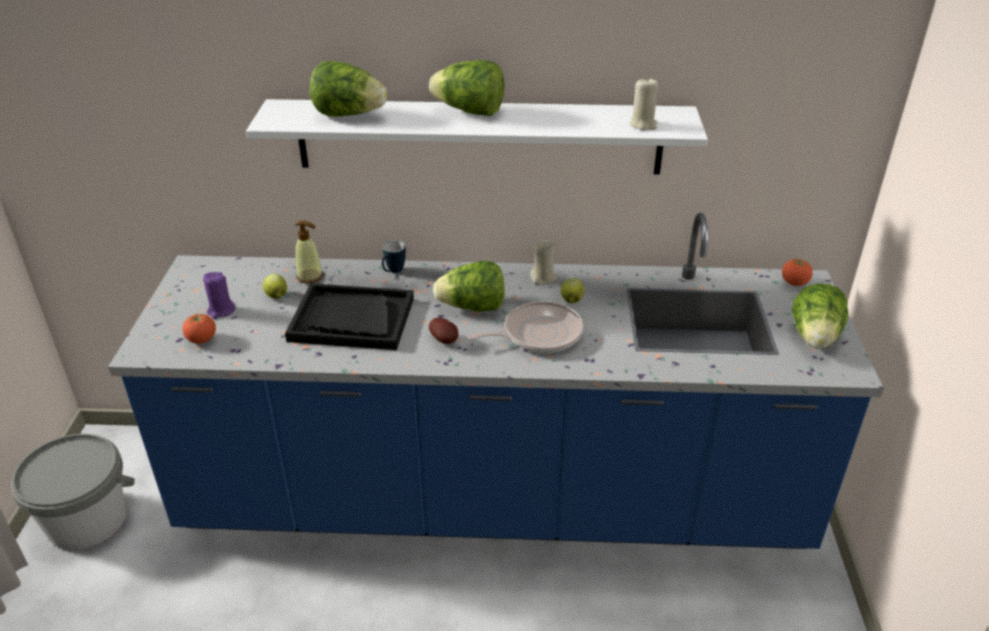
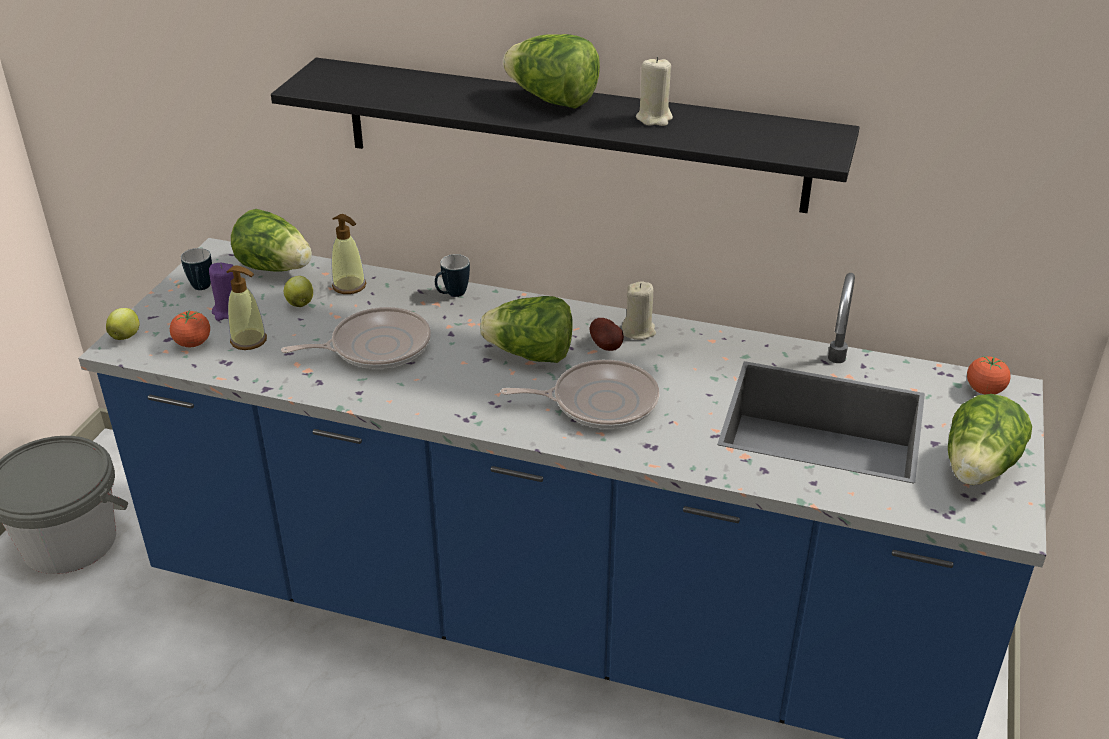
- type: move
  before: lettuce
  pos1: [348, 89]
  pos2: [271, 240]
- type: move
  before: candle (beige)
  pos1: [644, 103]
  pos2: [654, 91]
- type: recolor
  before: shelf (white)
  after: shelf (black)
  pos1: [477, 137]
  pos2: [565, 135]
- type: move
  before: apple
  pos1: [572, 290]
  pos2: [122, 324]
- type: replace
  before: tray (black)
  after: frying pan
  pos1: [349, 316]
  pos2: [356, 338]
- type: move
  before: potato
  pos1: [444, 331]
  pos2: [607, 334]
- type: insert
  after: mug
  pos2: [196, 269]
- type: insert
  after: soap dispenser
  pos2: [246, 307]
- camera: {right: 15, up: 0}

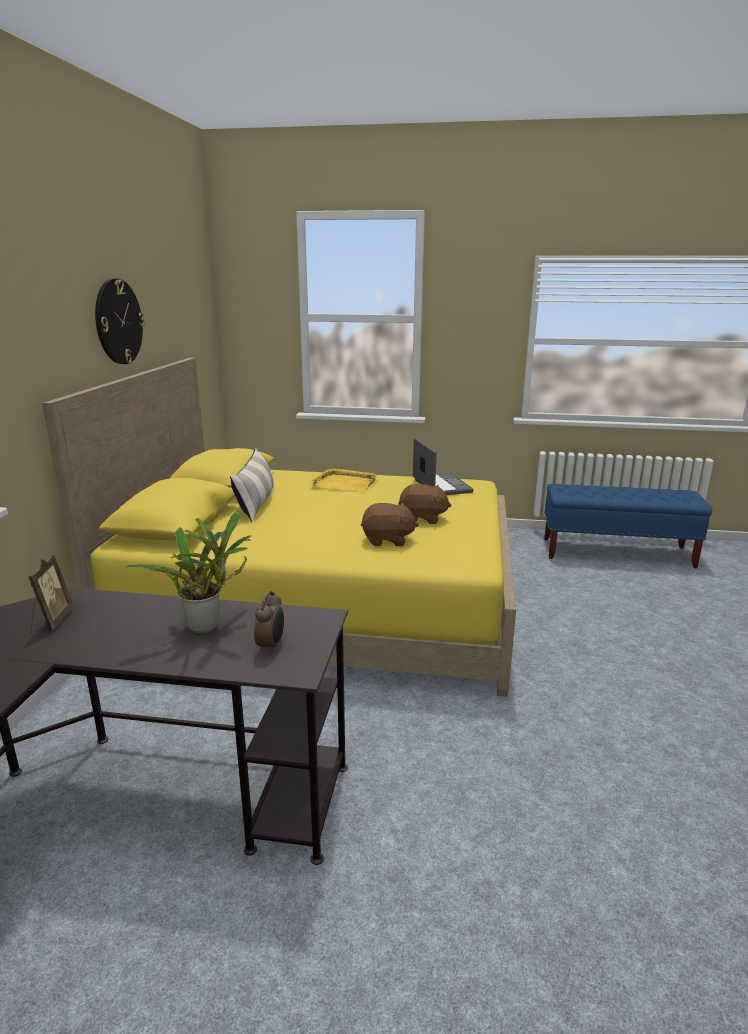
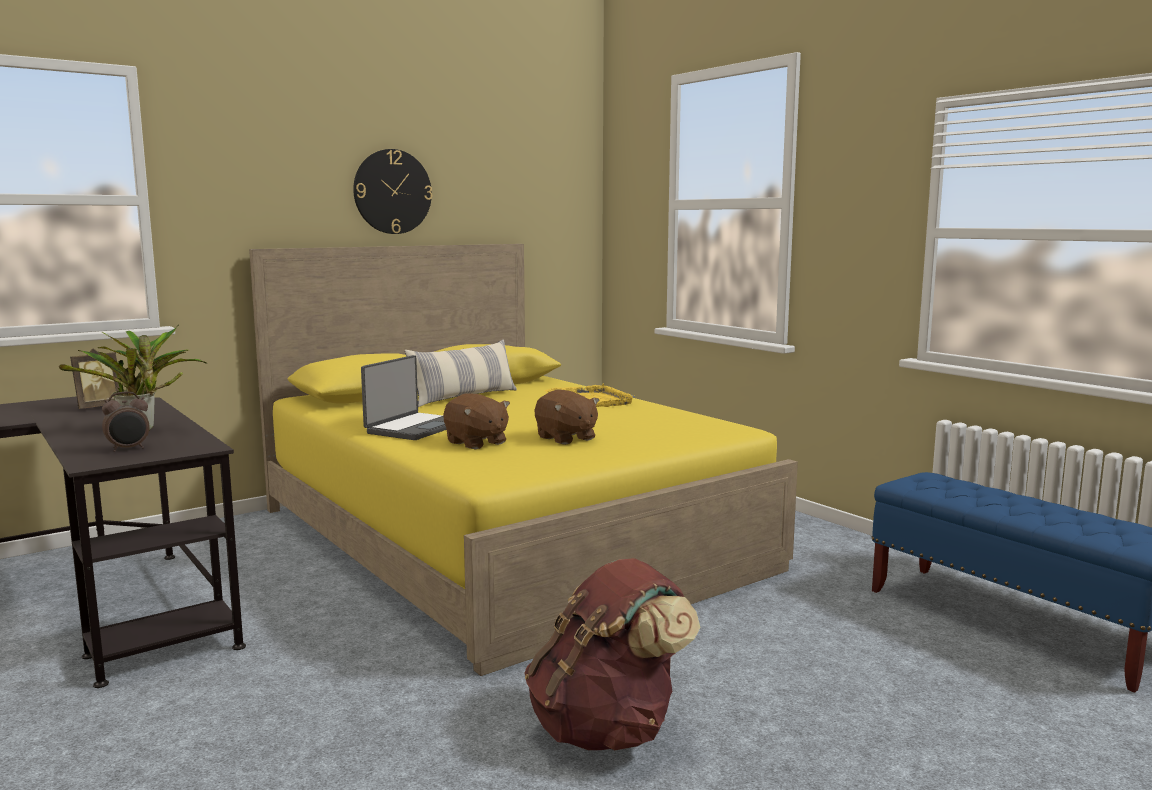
- type: move
  before: laptop
  pos1: [443, 466]
  pos2: [404, 397]
- type: insert
  after: backpack (brown)
  pos2: [612, 654]
- camera: {right: 45, up: -10}

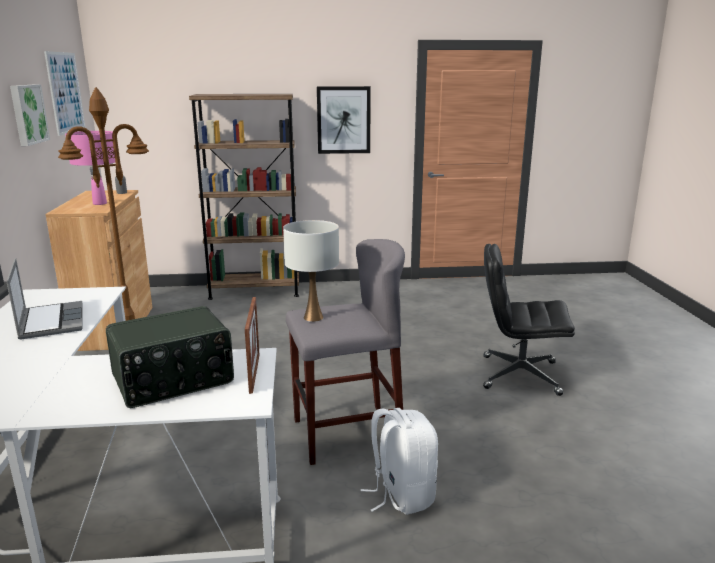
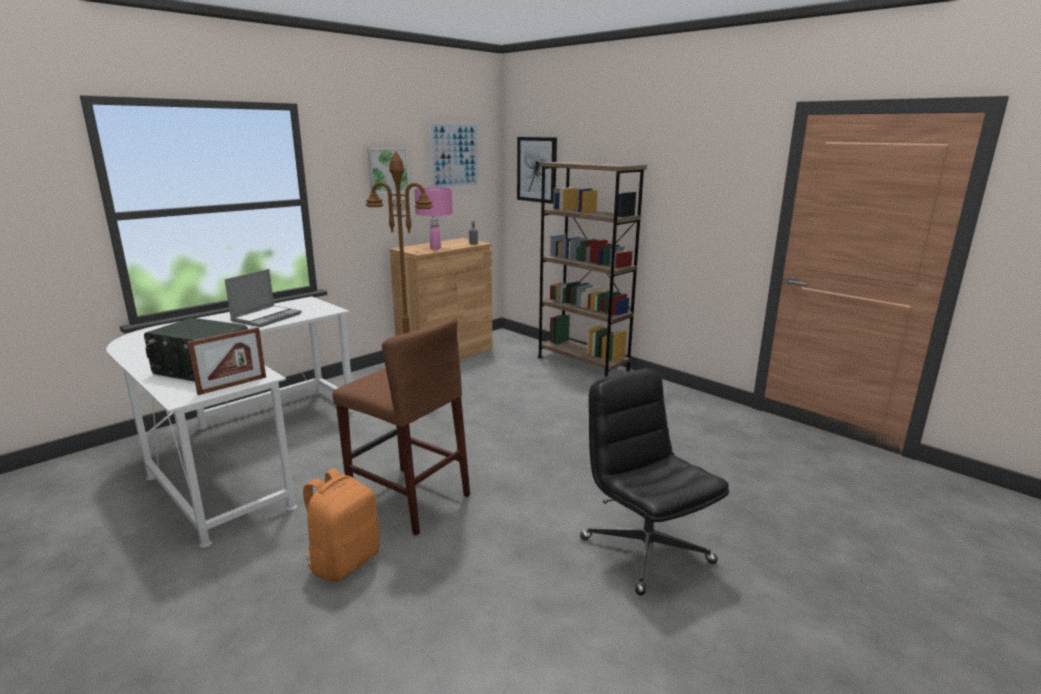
- type: move
  before: picture
  pos1: [344, 120]
  pos2: [537, 170]
- type: delete
  before: table lamp (white)
  pos1: [311, 271]
- type: recolor
  before: stool (grey)
  after: stool (brown)
  pos1: [345, 352]
  pos2: [401, 426]
- type: recolor
  before: backpack (white)
  after: backpack (orange)
  pos1: [399, 461]
  pos2: [341, 525]
- camera: {right: 50, up: 0}

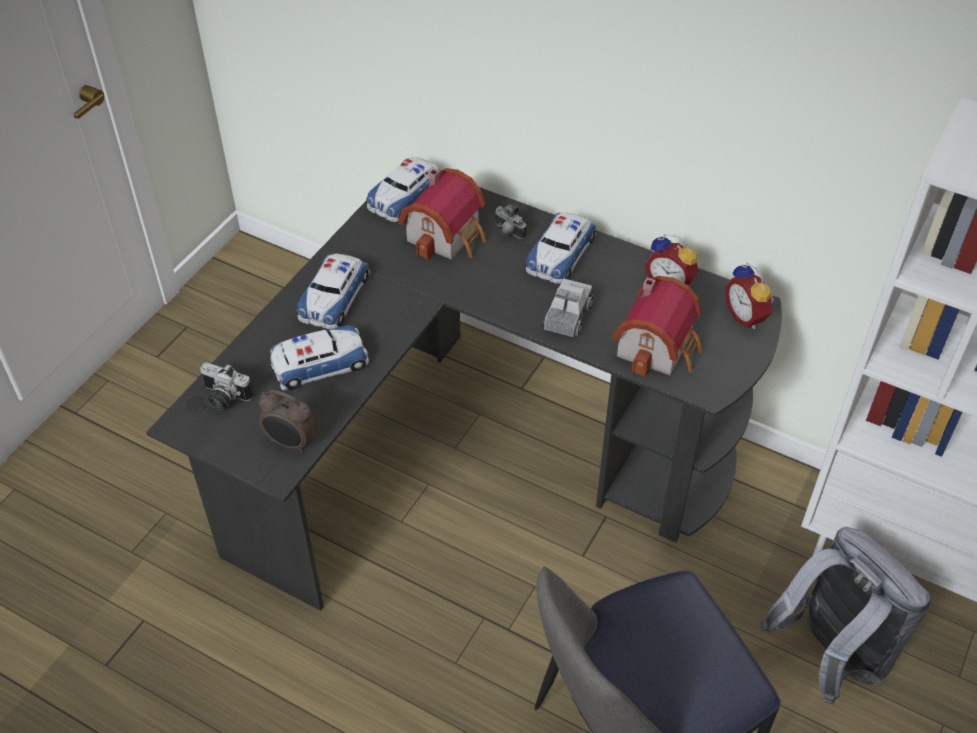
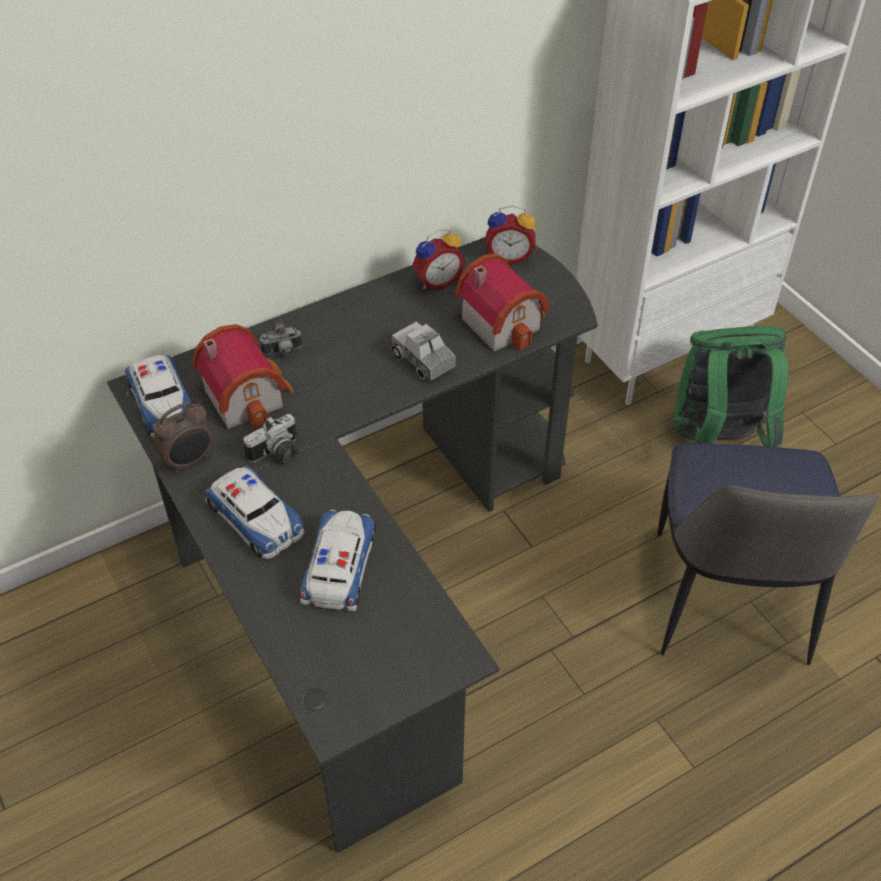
- type: delete
  before: toy car
  pos1: [561, 248]
- type: move
  before: photo camera
  pos1: [226, 386]
  pos2: [270, 438]
- type: move
  before: alarm clock
  pos1: [287, 421]
  pos2: [183, 437]
- type: recolor
  before: backpack (grey)
  after: backpack (green)
  pos1: [845, 616]
  pos2: [730, 387]
- camera: {right: -60, up: 0}

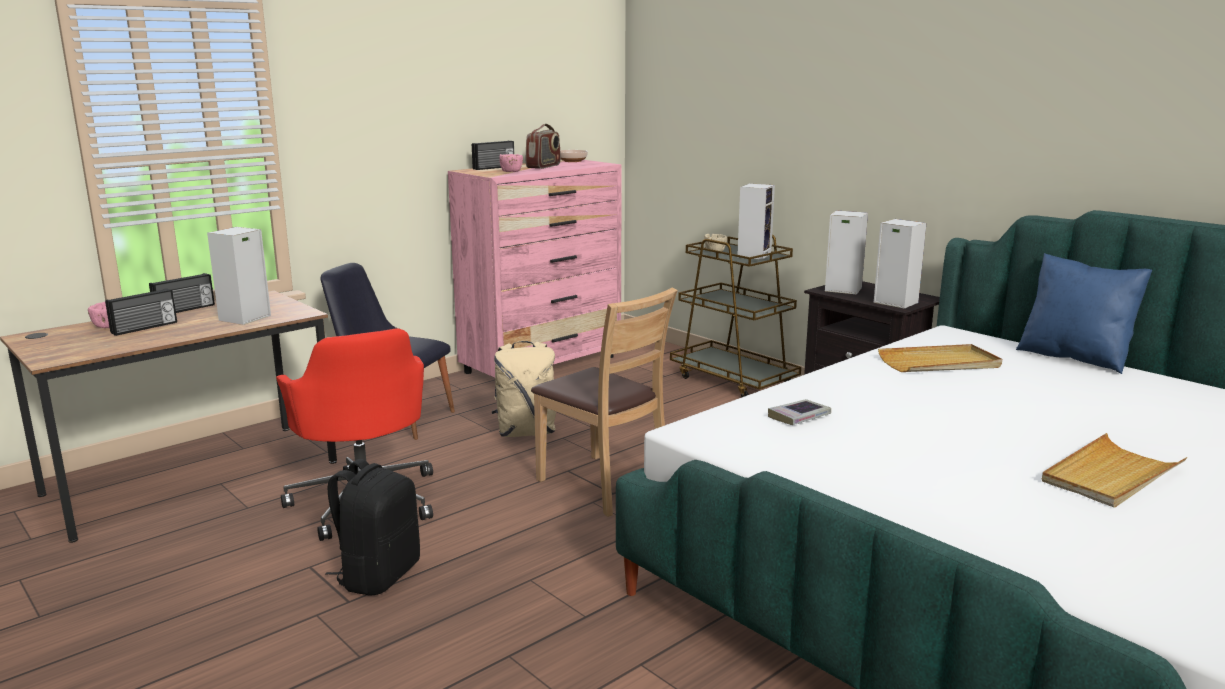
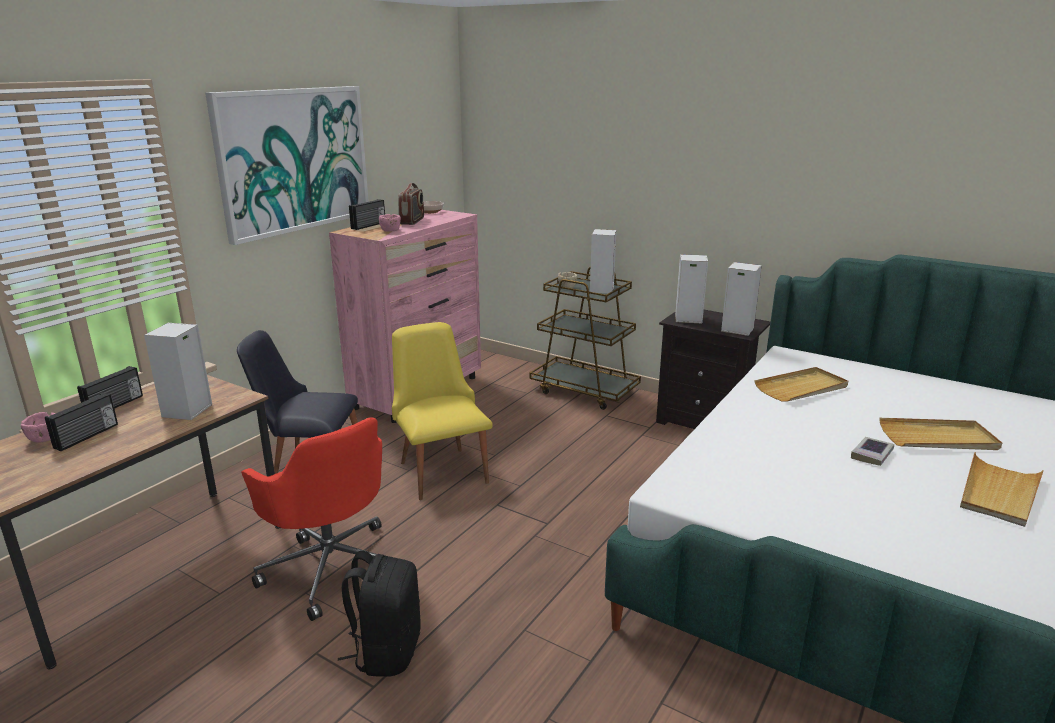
- type: delete
  before: pillow (blue)
  pos1: [1084, 313]
- type: delete
  before: chair (brown)
  pos1: [604, 402]
- type: replace
  before: backpack (beige)
  after: chair (yellow)
  pos1: [524, 389]
  pos2: [442, 411]
- type: move
  before: book
  pos1: [799, 412]
  pos2: [872, 451]
- type: insert
  after: picture
  pos2: [287, 165]
- type: insert
  after: tray (beige)
  pos2: [940, 434]
- camera: {right: -15, up: 5}

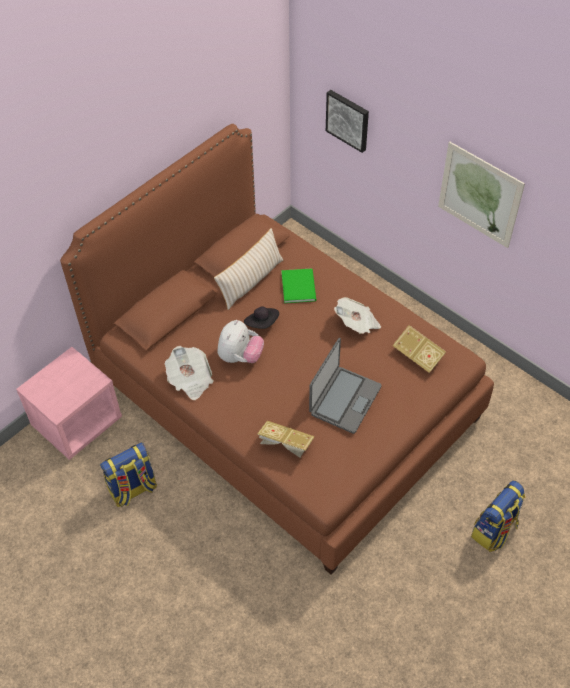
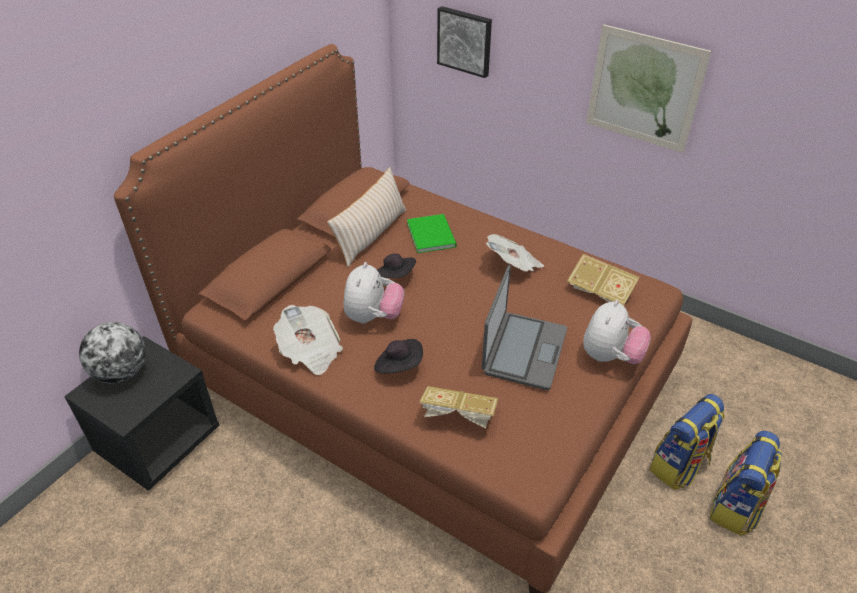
- type: recolor
  before: nightstand (pink)
  after: nightstand (black)
  pos1: [69, 403]
  pos2: [141, 413]
- type: move
  before: backpack
  pos1: [128, 474]
  pos2: [687, 442]
- type: insert
  after: plush toy
  pos2: [617, 331]
- type: insert
  after: globe
  pos2: [112, 352]
- type: insert
  after: hat (black)
  pos2: [398, 356]
- camera: {right: -10, up: -10}

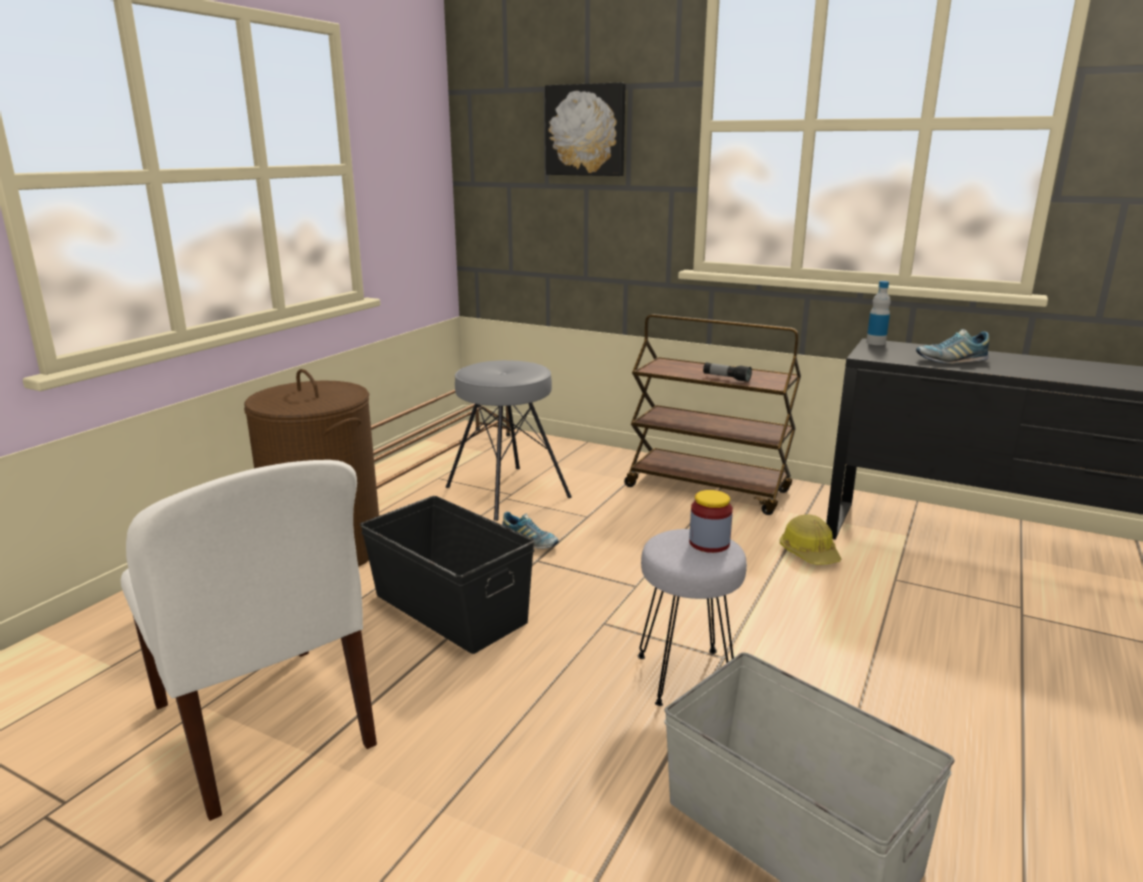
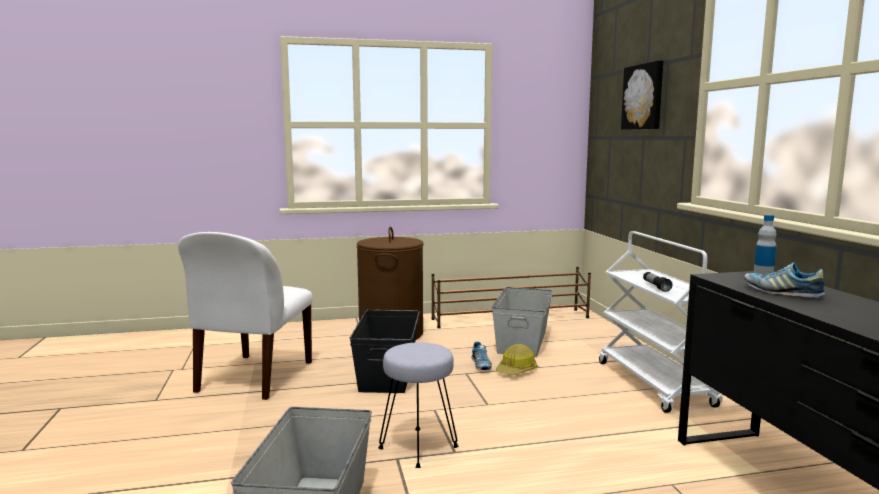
- type: recolor
  before: cart (brown)
  after: cart (white)
  pos1: [712, 414]
  pos2: [660, 322]
- type: replace
  before: stool (grey)
  after: storage box (grey)
  pos1: [509, 440]
  pos2: [522, 322]
- type: delete
  before: jar
  pos1: [711, 521]
- type: move
  before: hard hat
  pos1: [811, 539]
  pos2: [516, 359]
- camera: {right: 50, up: -10}

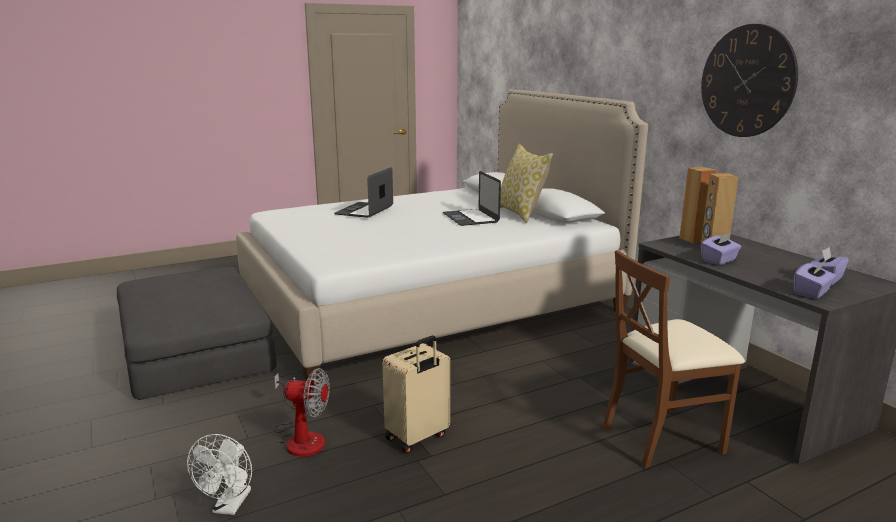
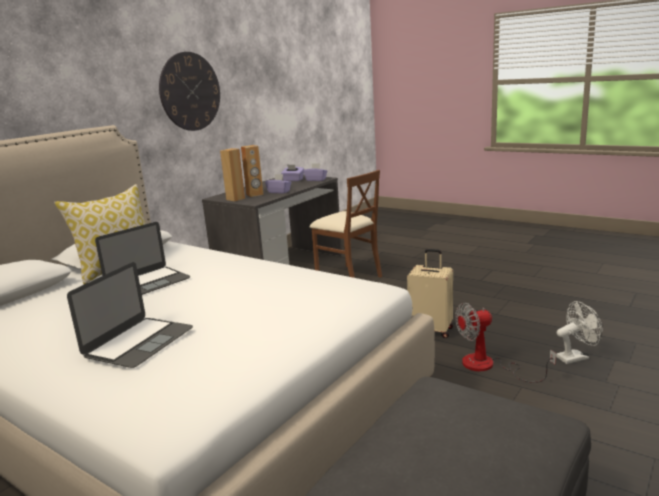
- type: rotate
  before: laptop
  pos1: [363, 192]
  pos2: [130, 315]
  turn: -60
- type: rotate
  before: fan
  pos1: [302, 412]
  pos2: [505, 343]
  turn: -90
- camera: {right: -115, up: 0}

